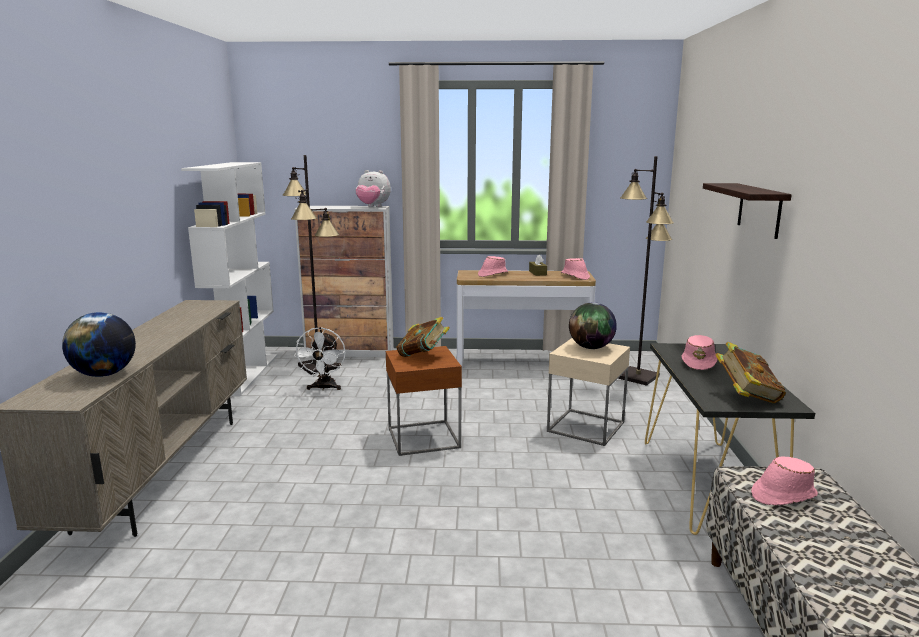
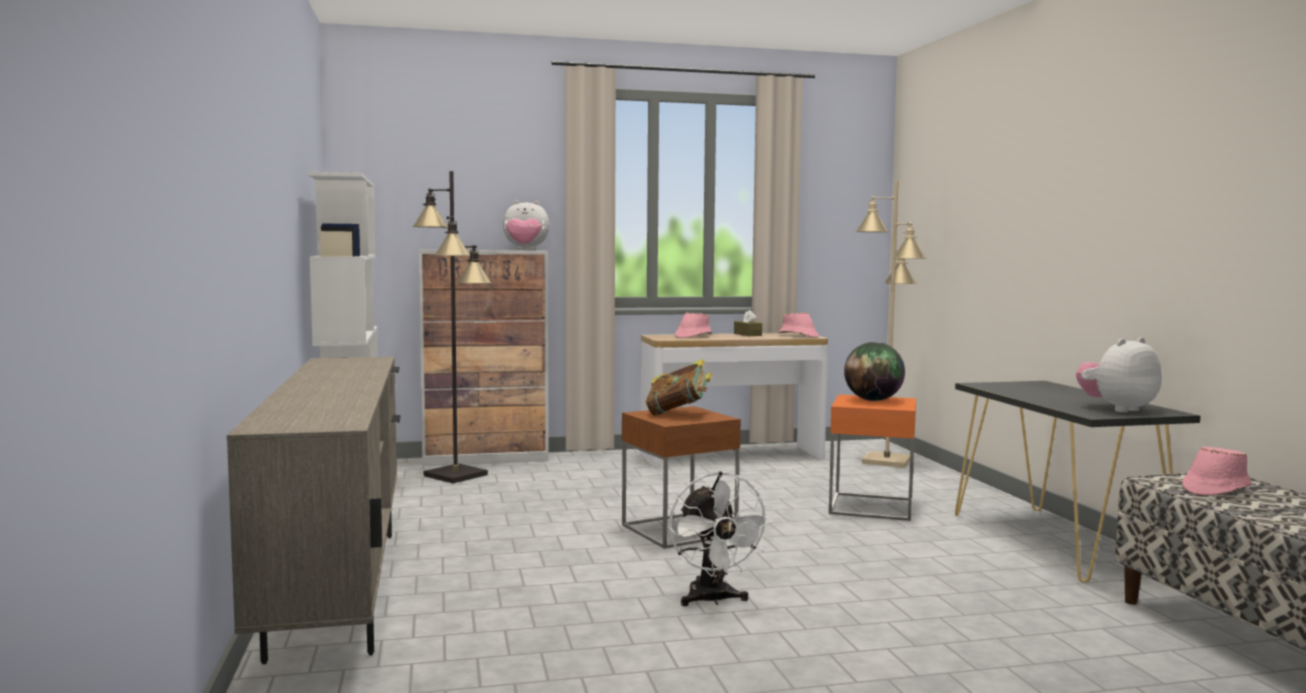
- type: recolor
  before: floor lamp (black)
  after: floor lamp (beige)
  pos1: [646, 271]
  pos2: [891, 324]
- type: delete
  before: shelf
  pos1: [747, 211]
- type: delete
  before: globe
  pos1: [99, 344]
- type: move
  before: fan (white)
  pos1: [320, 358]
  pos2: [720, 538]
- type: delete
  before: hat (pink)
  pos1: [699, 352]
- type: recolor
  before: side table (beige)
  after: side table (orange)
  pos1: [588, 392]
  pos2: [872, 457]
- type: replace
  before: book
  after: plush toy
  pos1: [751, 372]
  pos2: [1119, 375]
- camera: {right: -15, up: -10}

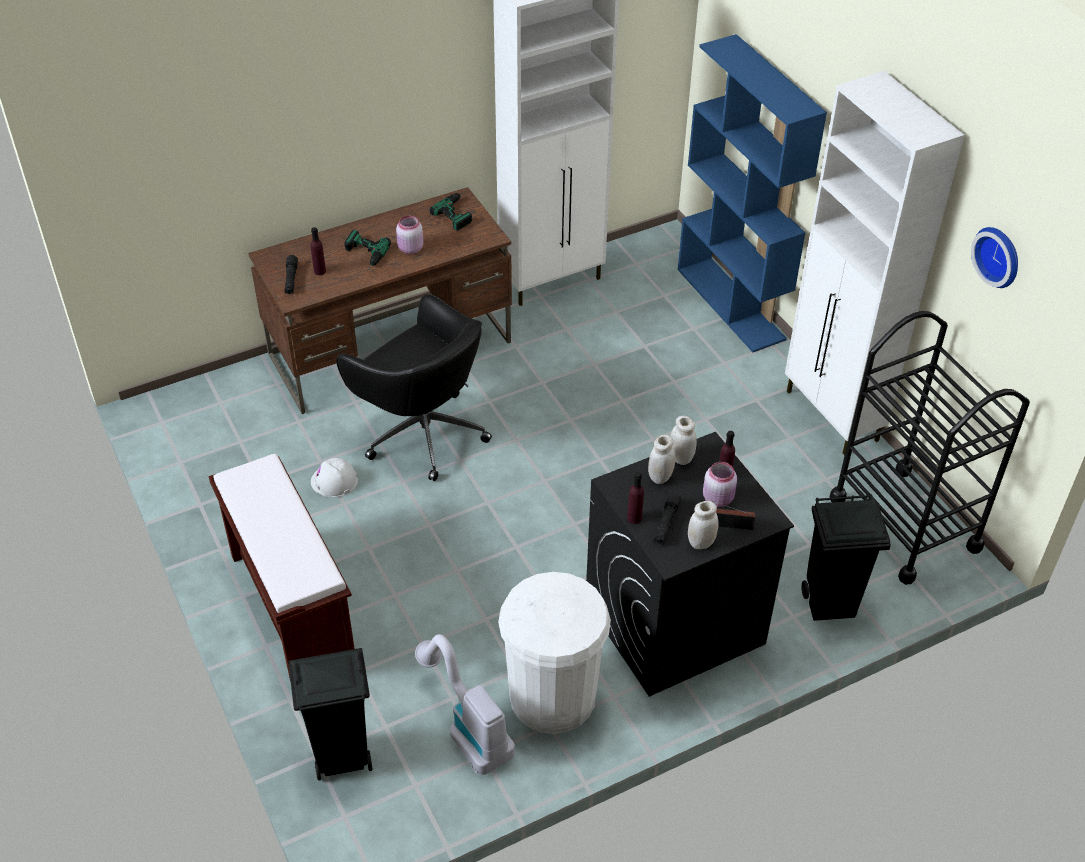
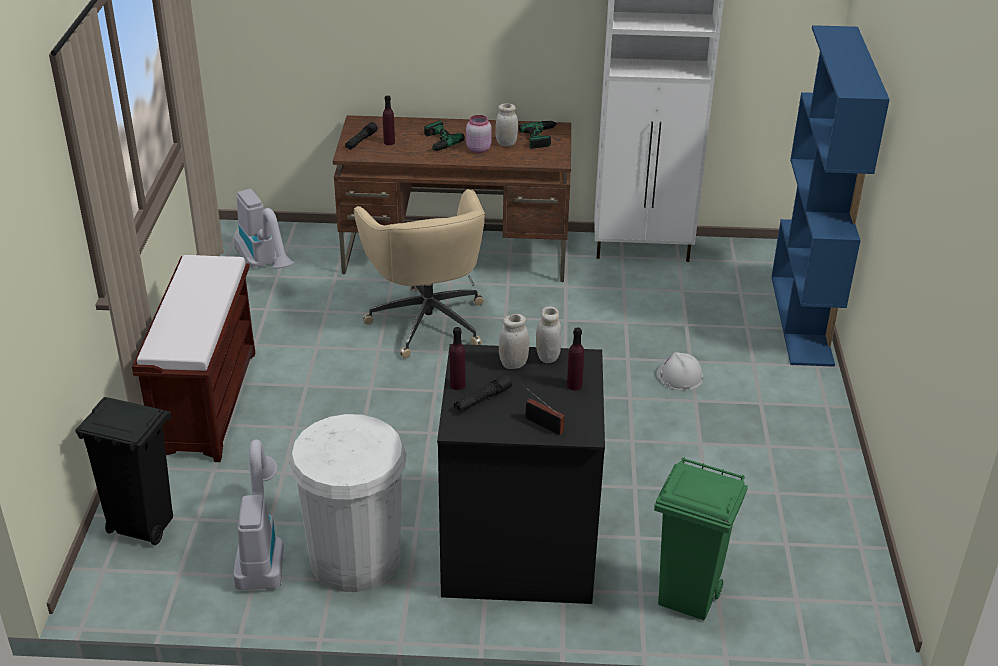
- type: delete
  before: cabinet (white)
  pos1: [875, 263]
- type: delete
  before: wall clock
  pos1: [994, 257]
- type: recolor
  before: office chair (black)
  after: office chair (beige)
  pos1: [414, 387]
  pos2: [419, 274]
- type: delete
  before: cart (black)
  pos1: [929, 448]
- type: move
  before: hard hat (white)
  pos1: [334, 477]
  pos2: [679, 371]
- type: delete
  before: jar (pink)
  pos1: [720, 484]
- type: recolor
  before: trash can (black)
  after: trash can (green)
  pos1: [846, 557]
  pos2: [701, 538]
- type: move
  before: jar (white)
  pos1: [703, 525]
  pos2: [506, 125]
- type: insert
  after: vacuum cleaner
  pos2: [264, 229]
- camera: {right: 30, up: -10}

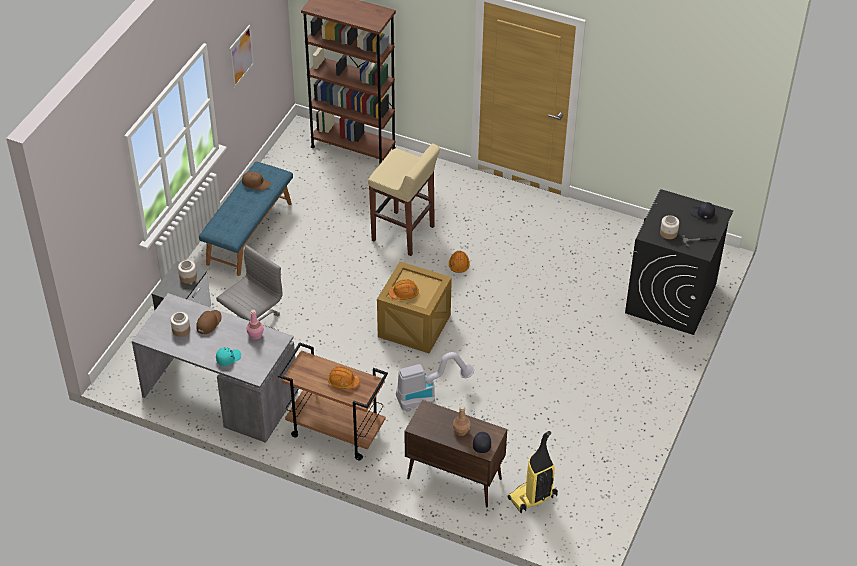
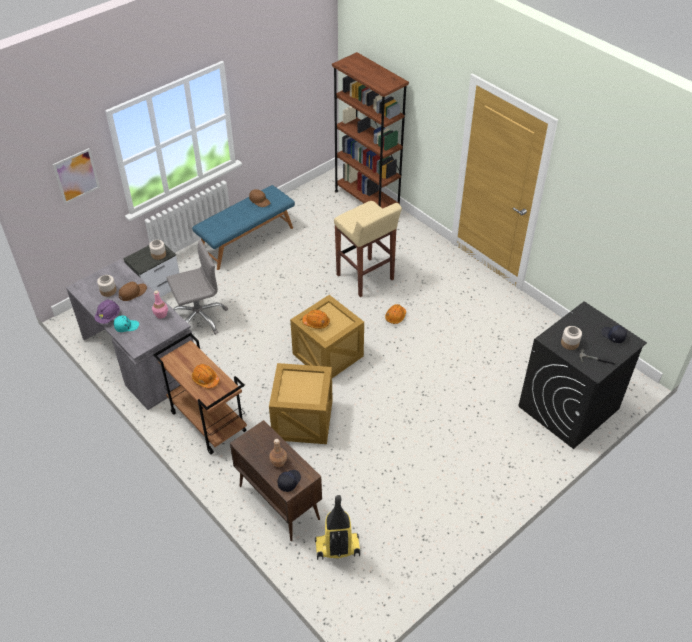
- type: move
  before: picture
  pos1: [241, 56]
  pos2: [76, 176]
- type: replace
  before: vacuum cleaner
  after: crate
  pos1: [435, 382]
  pos2: [300, 403]
- type: insert
  after: hard hat (purple)
  pos2: [107, 312]
- camera: {right: 25, up: 0}

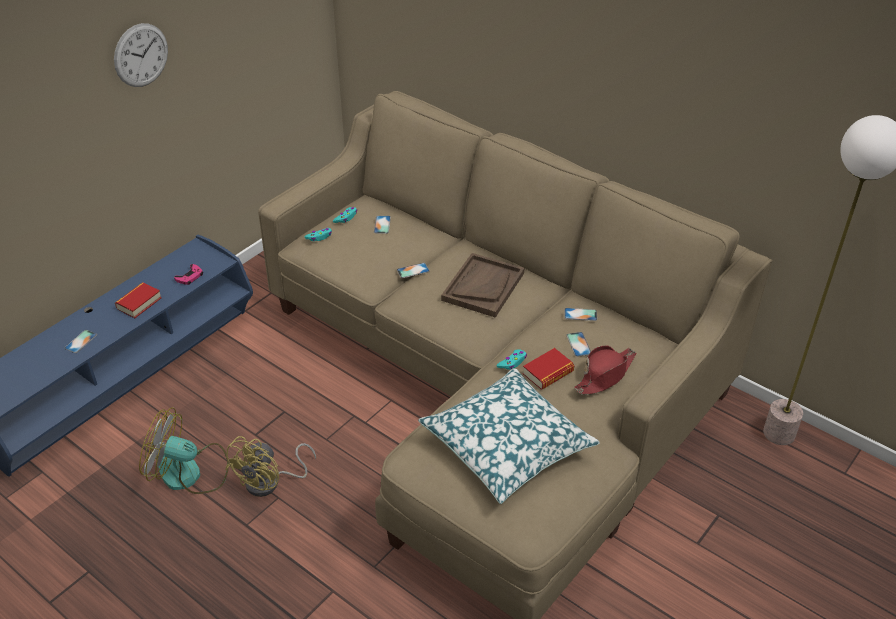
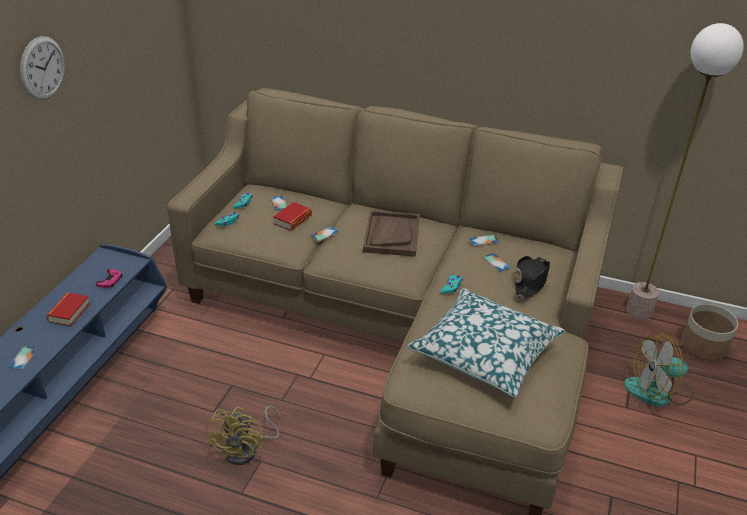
- type: recolor
  before: hat (red)
  after: hat (black)
  pos1: [605, 370]
  pos2: [533, 277]
- type: move
  before: book
  pos1: [548, 368]
  pos2: [292, 216]
- type: move
  before: fan
  pos1: [184, 450]
  pos2: [659, 370]
- type: insert
  after: planter
  pos2: [709, 332]
- camera: {right: -20, up: -5}

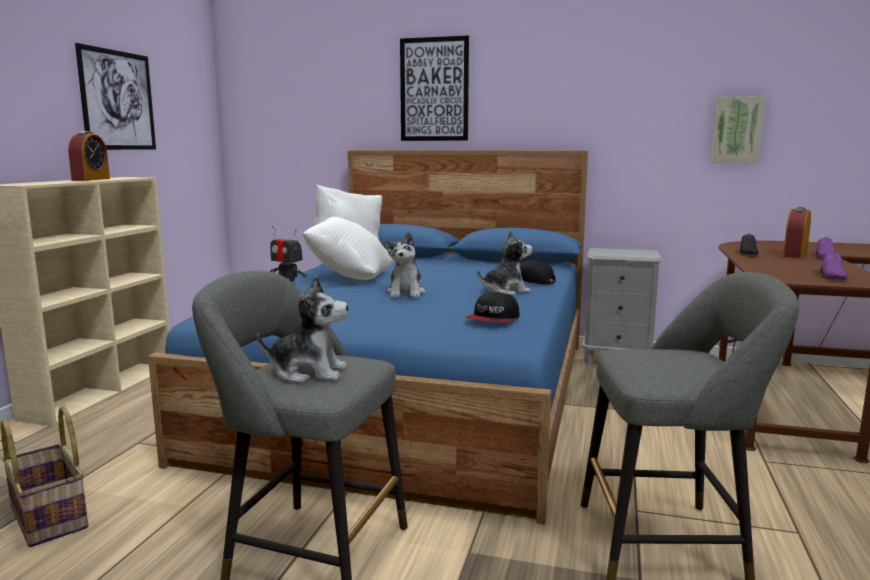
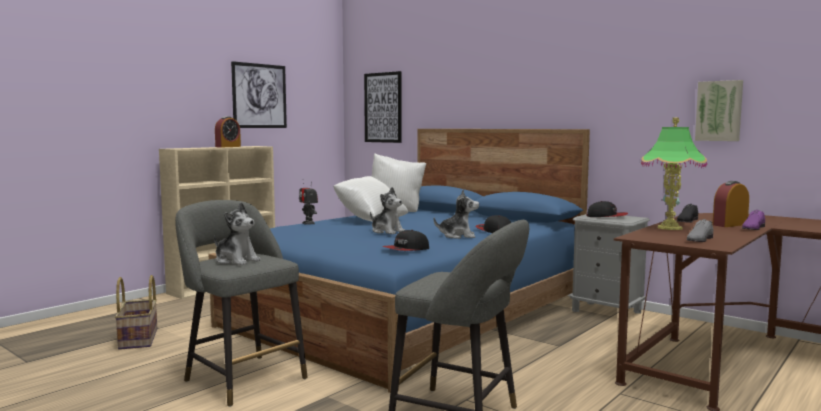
- type: move
  before: picture
  pos1: [434, 88]
  pos2: [383, 107]
- type: rotate
  before: plush toy
  pos1: [405, 265]
  pos2: [387, 210]
  turn: -75
- type: recolor
  before: shoe (purple)
  after: shoe (grey)
  pos1: [833, 266]
  pos2: [700, 230]
- type: insert
  after: table lamp
  pos2: [674, 174]
- type: insert
  after: cap
  pos2: [607, 209]
- camera: {right: 25, up: -5}

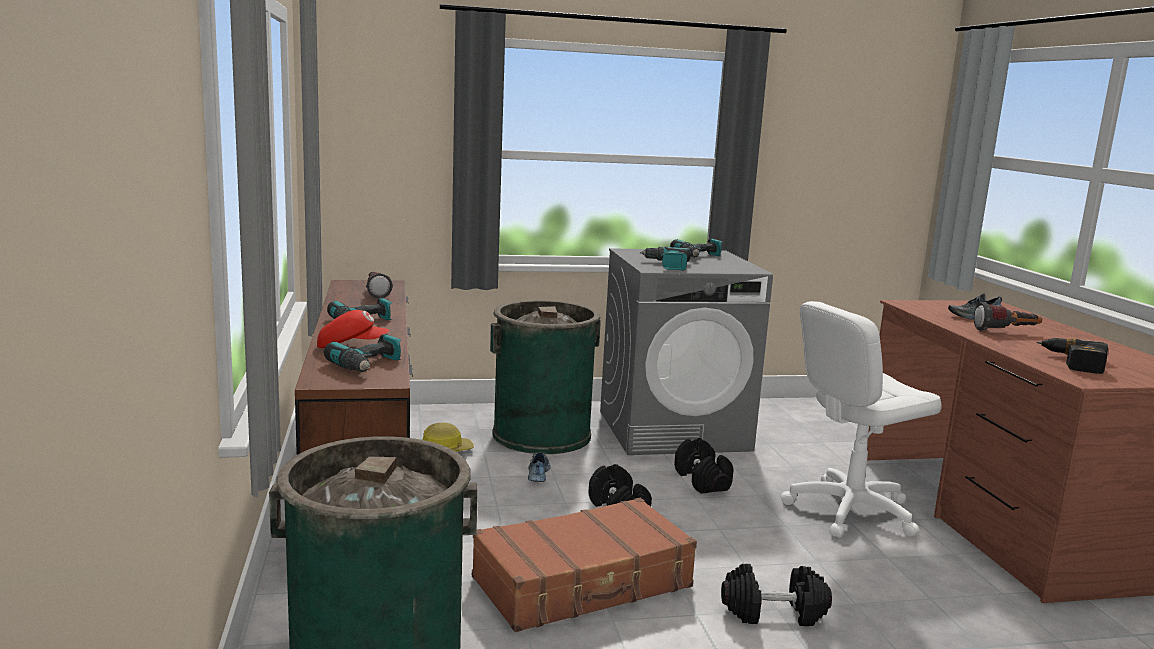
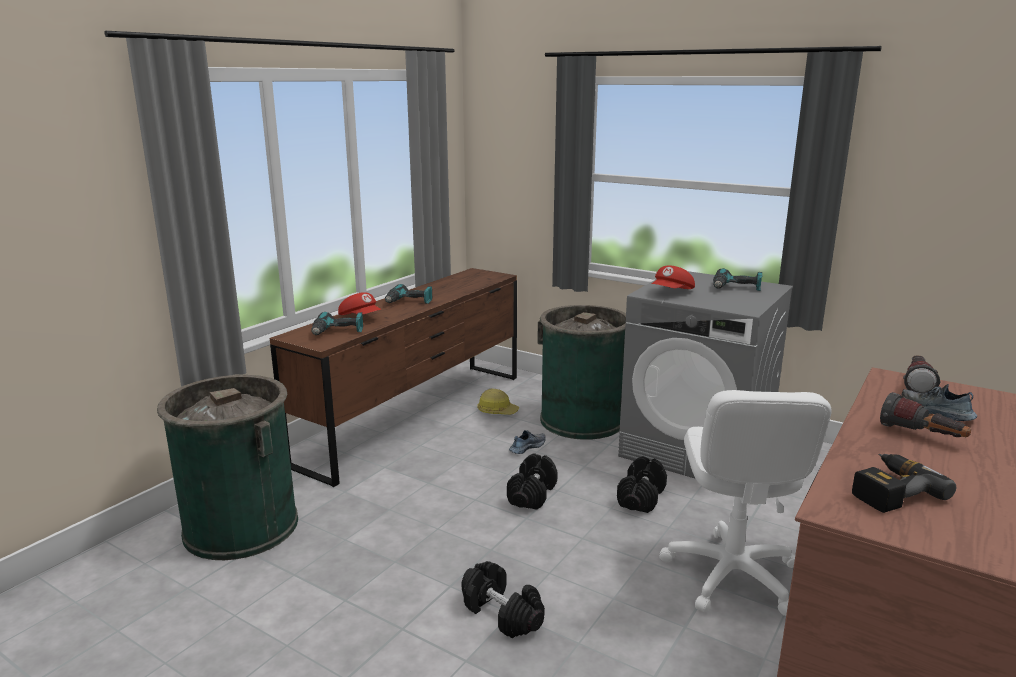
- type: replace
  before: power drill
  after: cap (red)
  pos1: [665, 259]
  pos2: [673, 277]
- type: move
  before: flashlight
  pos1: [379, 285]
  pos2: [921, 374]
- type: rotate
  before: office chair (white)
  pos1: [861, 419]
  pos2: [745, 503]
  turn: -105
- type: delete
  before: suitcase (brown)
  pos1: [584, 565]
- camera: {right: 45, up: 5}

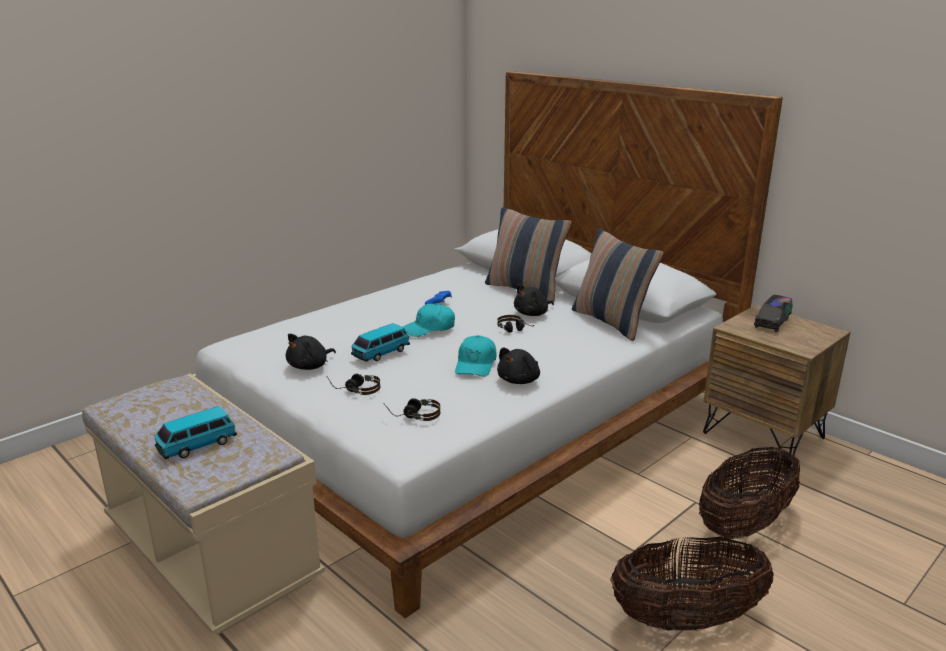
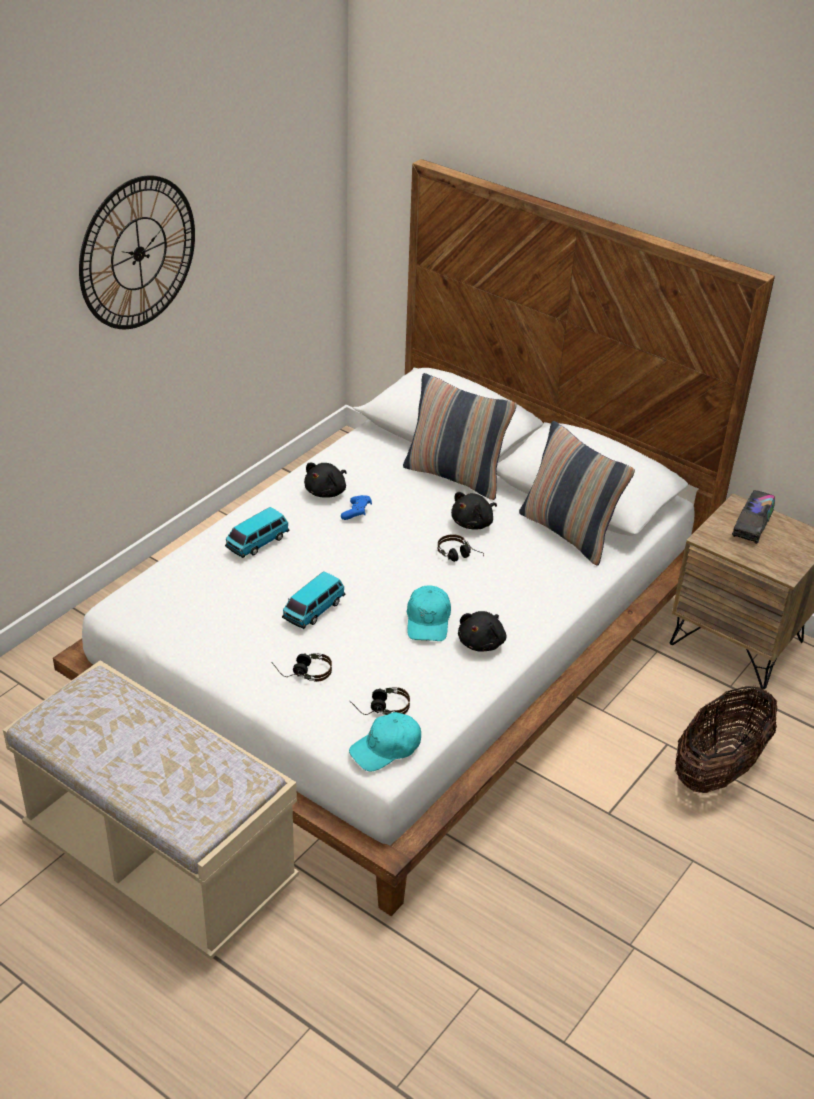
- type: move
  before: cap (turquoise)
  pos1: [429, 320]
  pos2: [385, 742]
- type: move
  before: plush toy (black)
  pos1: [311, 352]
  pos2: [325, 480]
- type: move
  before: toy car
  pos1: [195, 433]
  pos2: [257, 532]
- type: delete
  before: basket
  pos1: [692, 584]
- type: insert
  after: wall clock
  pos2: [137, 252]
- camera: {right: -10, up: 15}

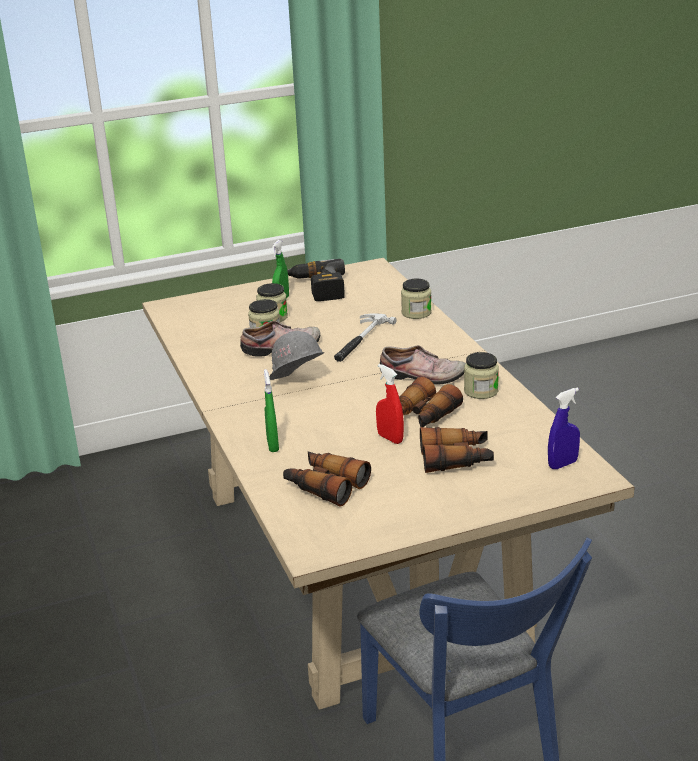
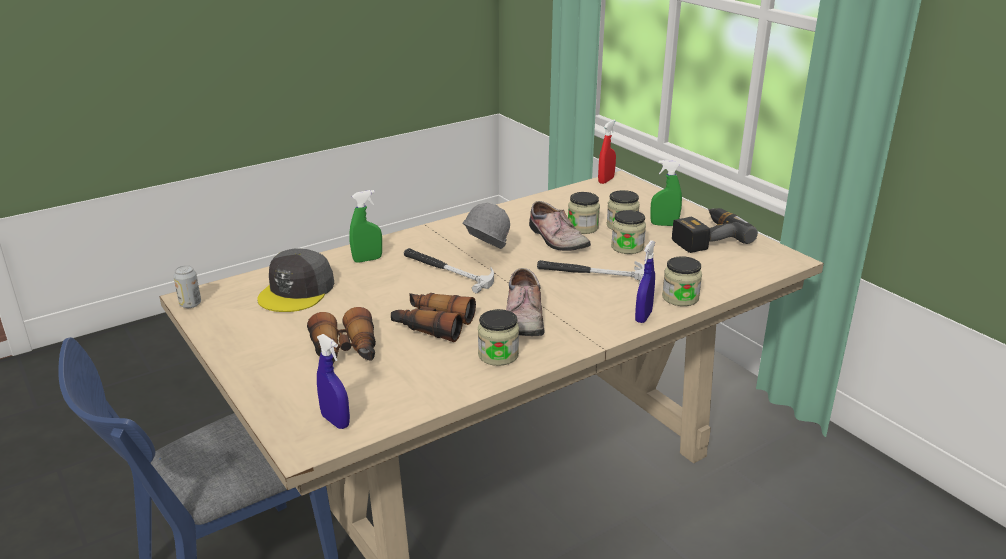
- type: move
  before: spray bottle (red)
  pos1: [390, 404]
  pos2: [607, 152]
- type: replace
  before: binoculars
  after: cap (grey)
  pos1: [327, 478]
  pos2: [295, 280]
- type: insert
  after: jar
  pos2: [628, 232]
- type: insert
  after: spray bottle (blue)
  pos2: [645, 281]
- type: insert
  after: hammer
  pos2: [449, 270]
- type: insert
  after: can
  pos2: [187, 286]
- camera: {right: 75, up: 0}

